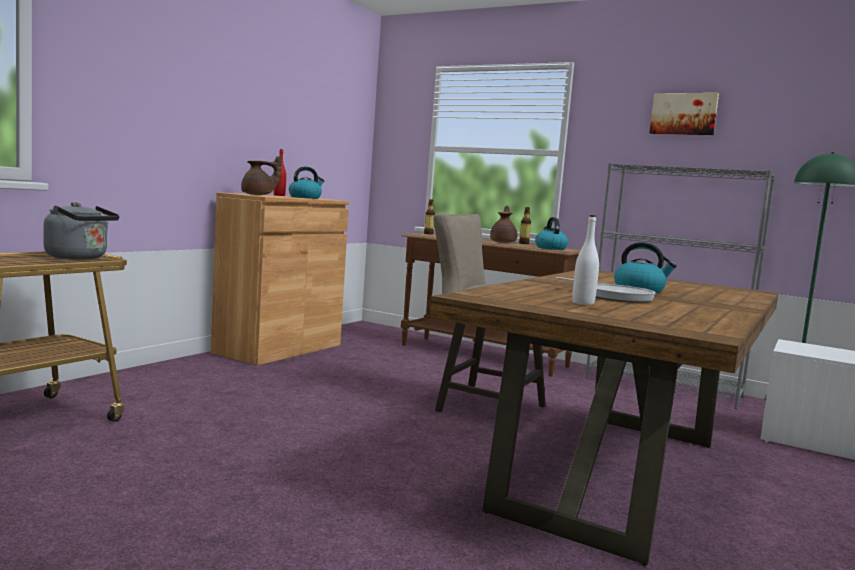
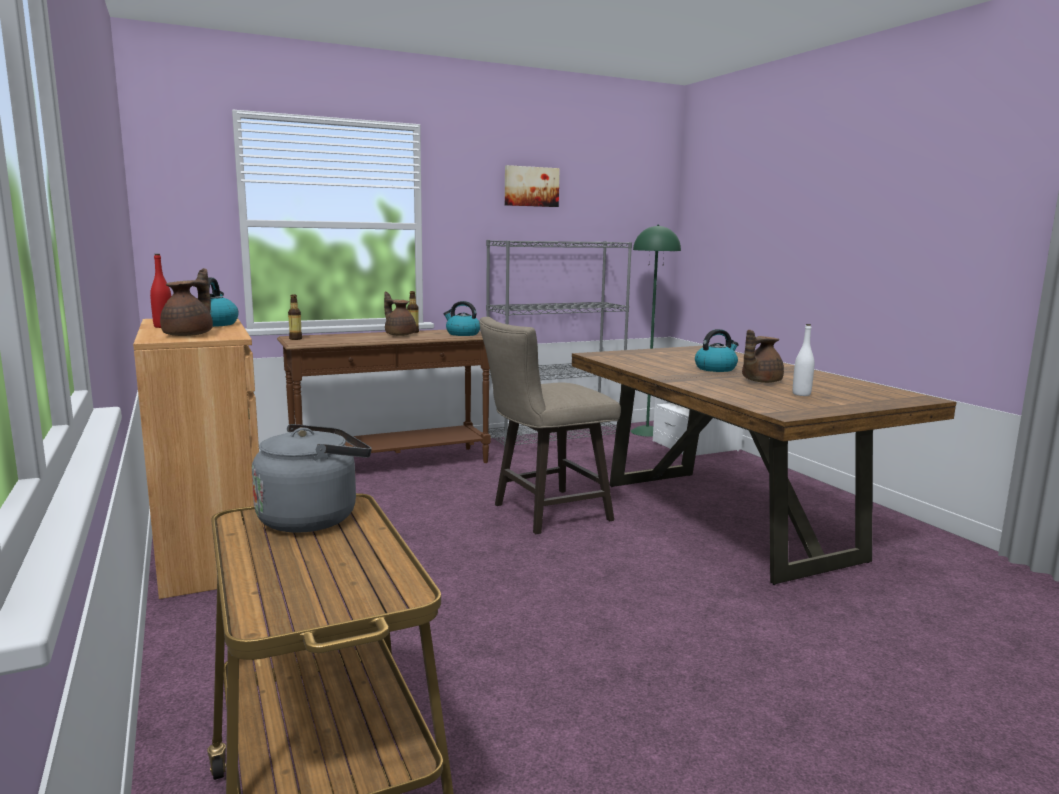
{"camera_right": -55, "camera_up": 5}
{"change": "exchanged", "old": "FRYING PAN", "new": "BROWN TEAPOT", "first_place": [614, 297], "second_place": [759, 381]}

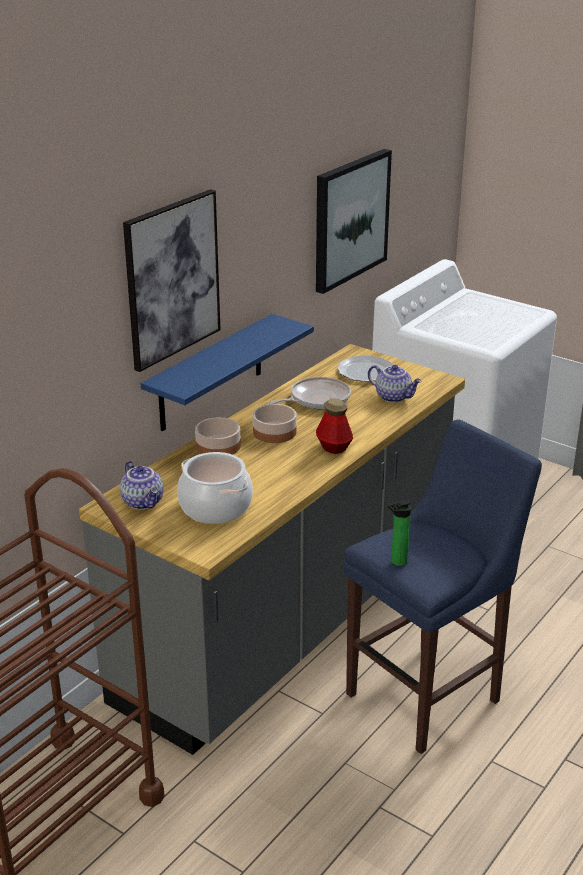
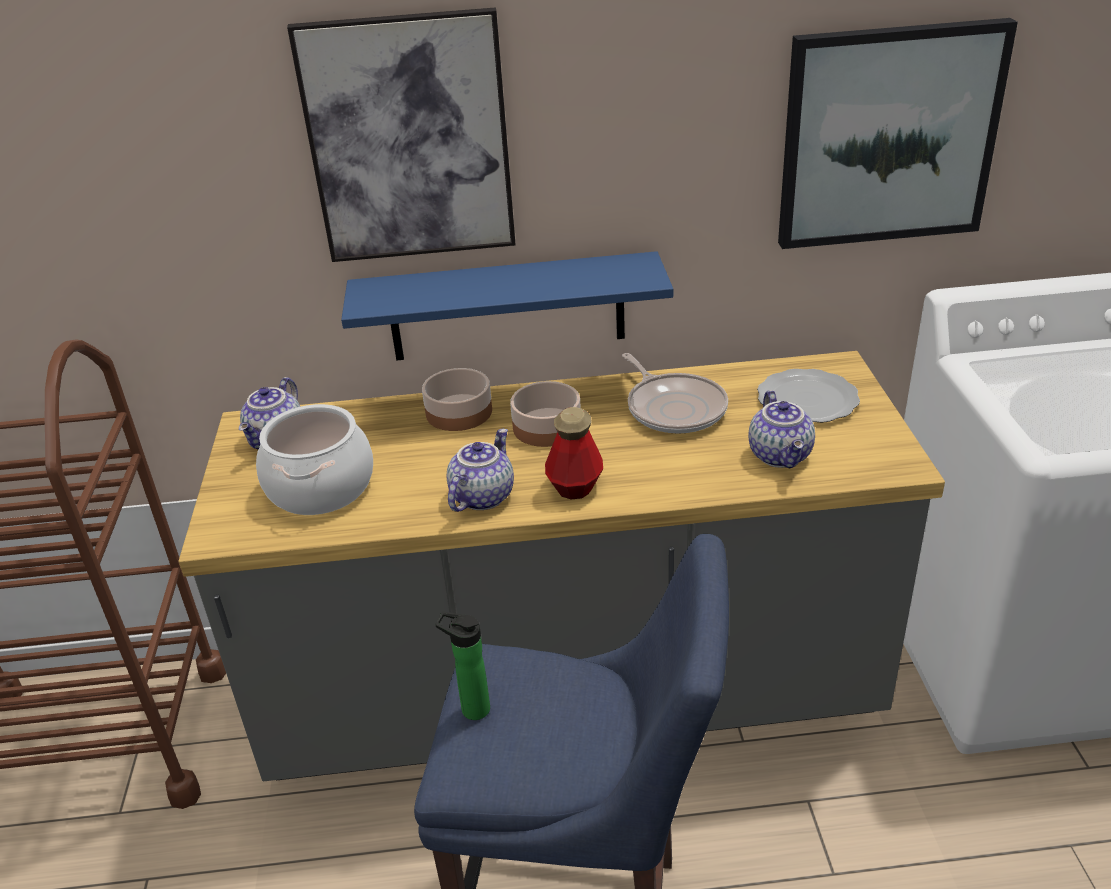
{"camera_right": 50, "camera_up": 5}
{"change": "spun", "old": "FRYING PAN", "first_place": [316, 399], "second_place": [674, 408], "degrees": 45}
{"change": "appeared", "new": "TEAPOT", "second_place": [481, 496]}

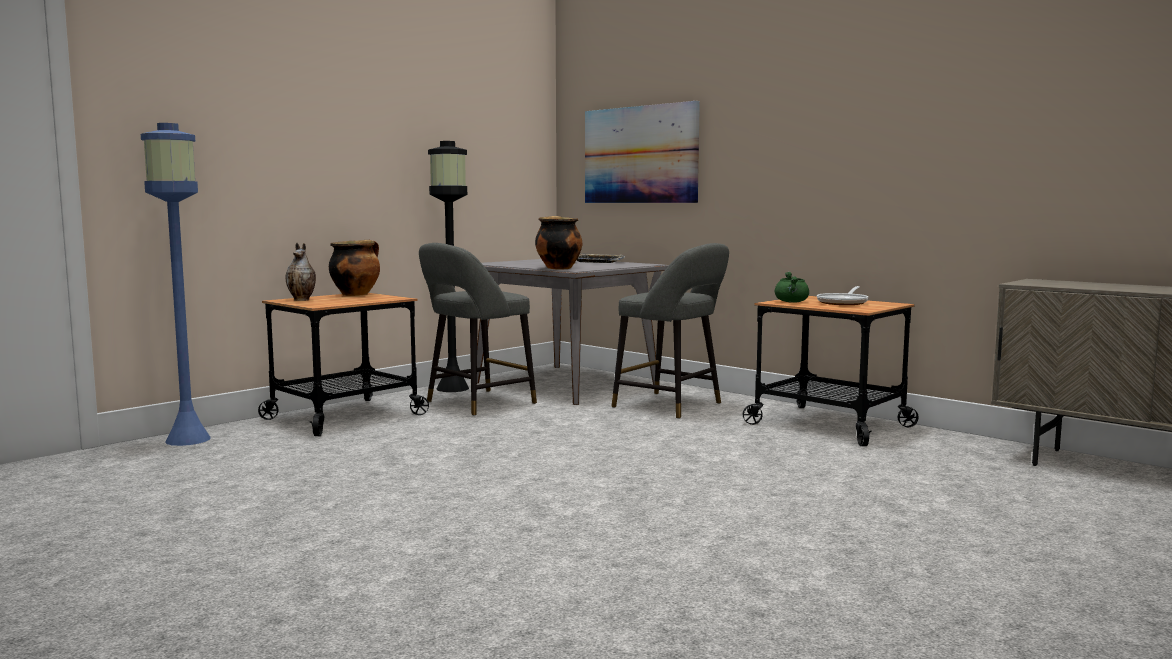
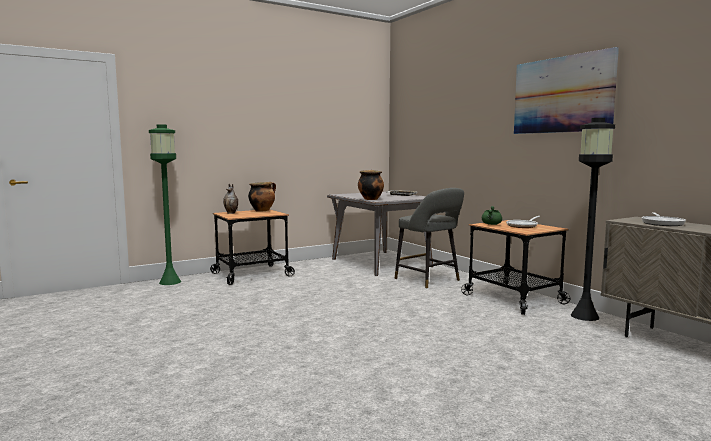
{"camera_right": 15, "camera_up": 0}
{"change": "colour", "old": "BLUE FLOOR LAMP", "new": "GREEN FLOOR LAMP", "first_place": [188, 439], "second_place": [170, 282]}
{"change": "missing", "old": "GREY STOOL", "first_place": [476, 403]}
{"change": "relocated", "old": "BLACK FLOOR LAMP", "first_place": [453, 388], "second_place": [585, 316]}
{"change": "relocated", "old": "PICTURE", "first_place": [640, 155], "second_place": [562, 95]}
{"change": "appeared", "new": "FRYING PAN", "second_place": [662, 223]}

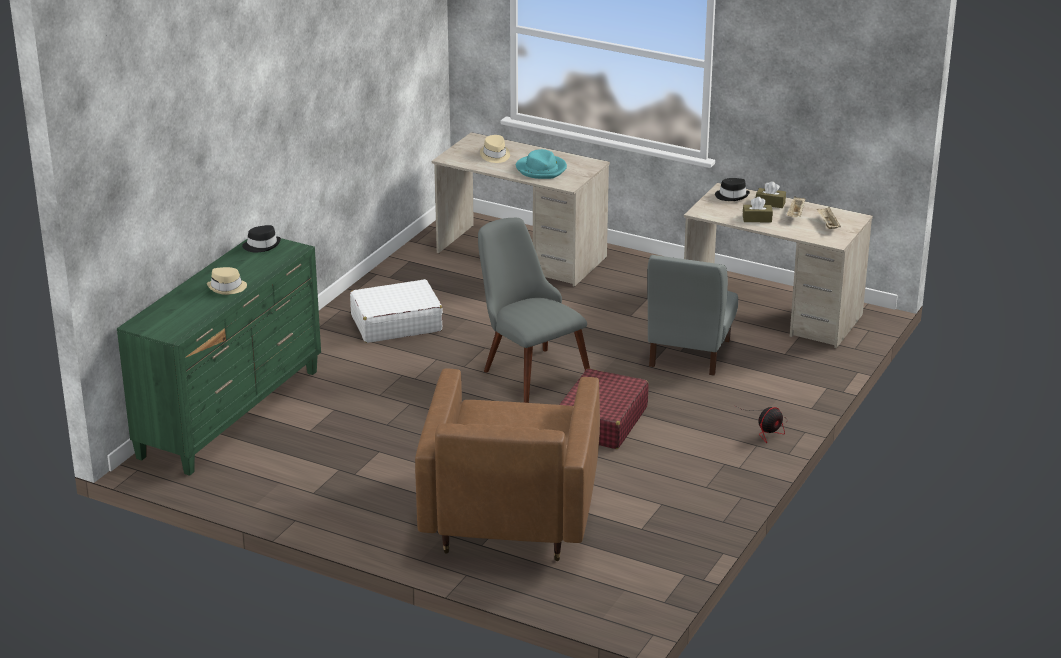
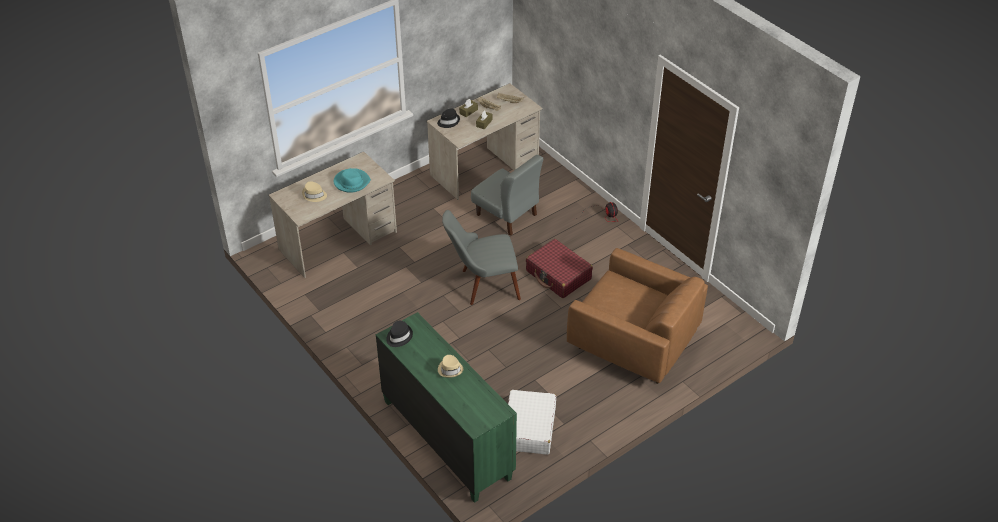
{"camera_right": -65, "camera_up": 15}
{"change": "relocated", "old": "WHITE SUITCASE", "first_place": [396, 323], "second_place": [529, 429]}

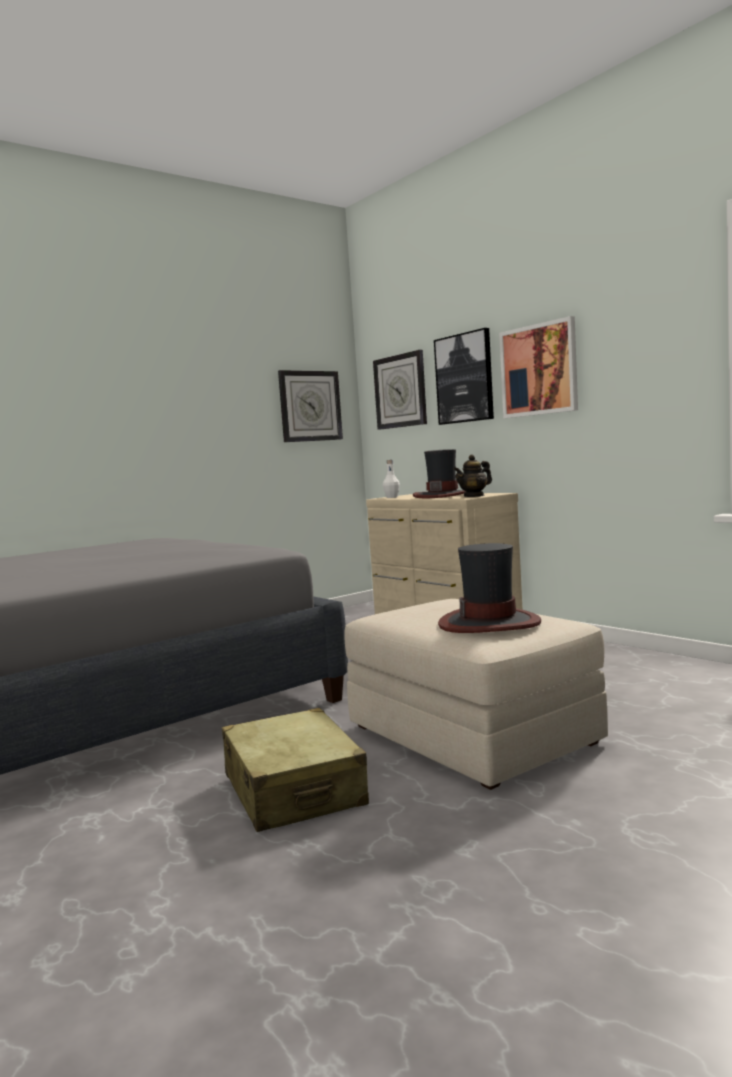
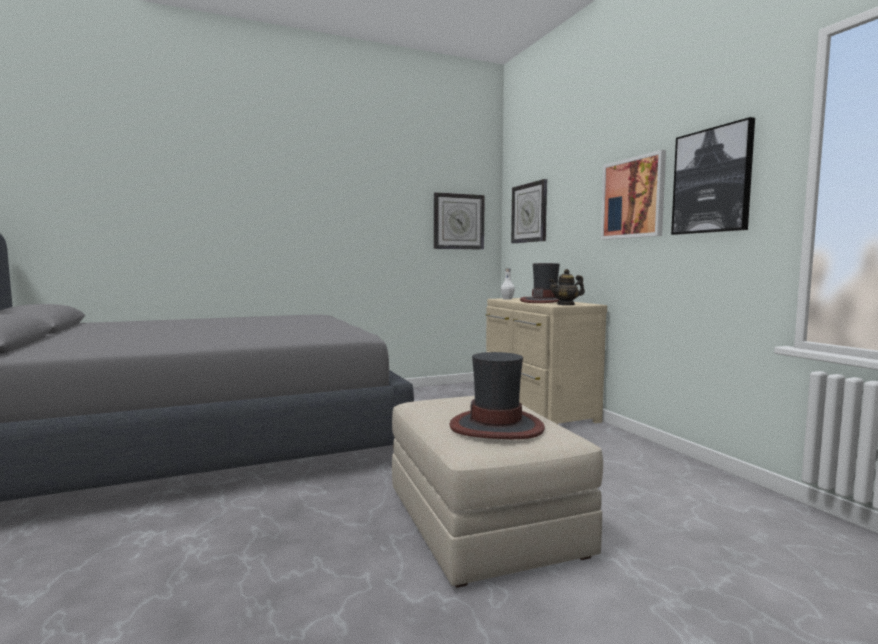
{"camera_right": 15, "camera_up": 0}
{"change": "missing", "old": "BEIGE SUITCASE", "first_place": [294, 790]}
{"change": "relocated", "old": "PICTURE", "first_place": [464, 378], "second_place": [712, 181]}

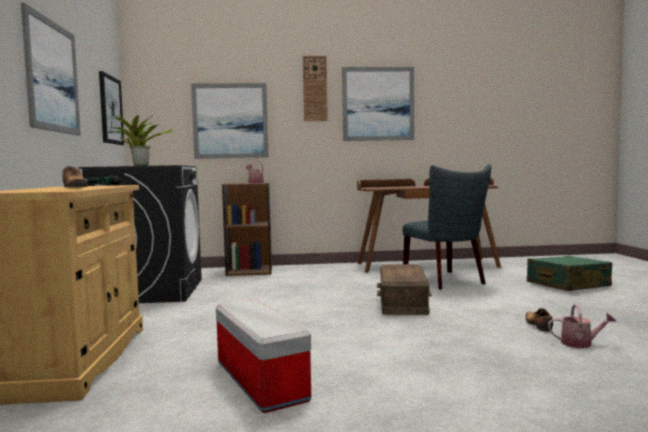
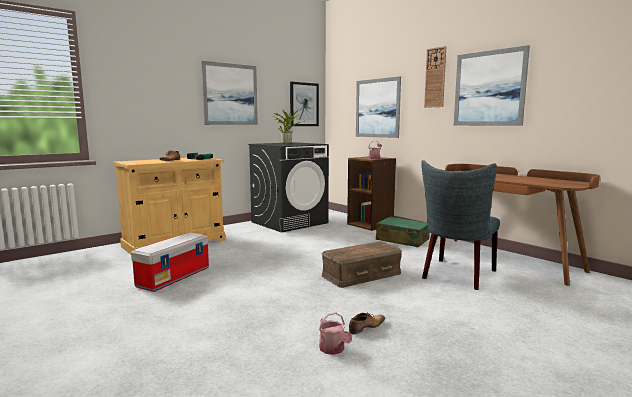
{"camera_right": 55, "camera_up": 5}
{"change": "relocated", "old": "GREEN SUITCASE", "first_place": [567, 285], "second_place": [402, 240]}

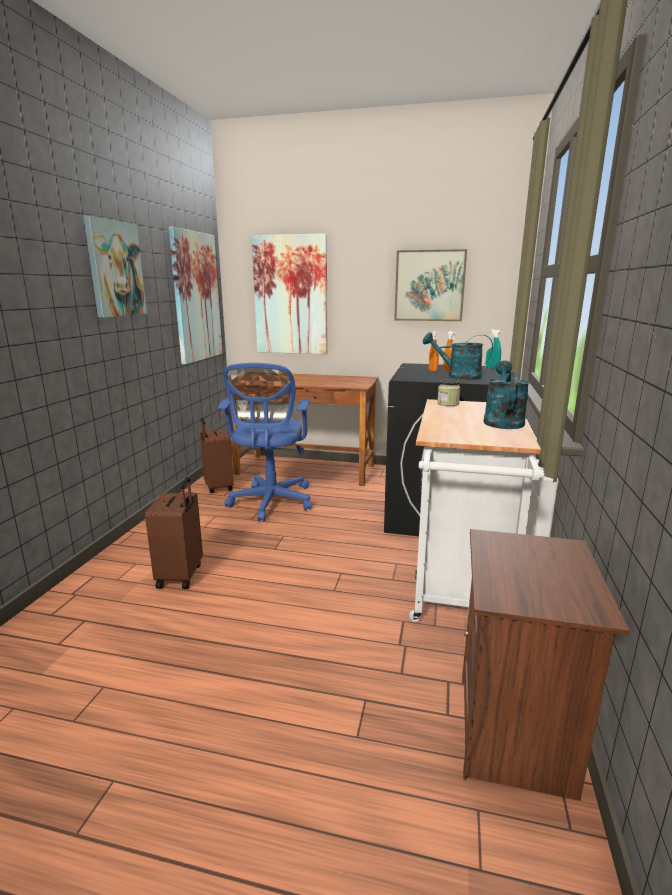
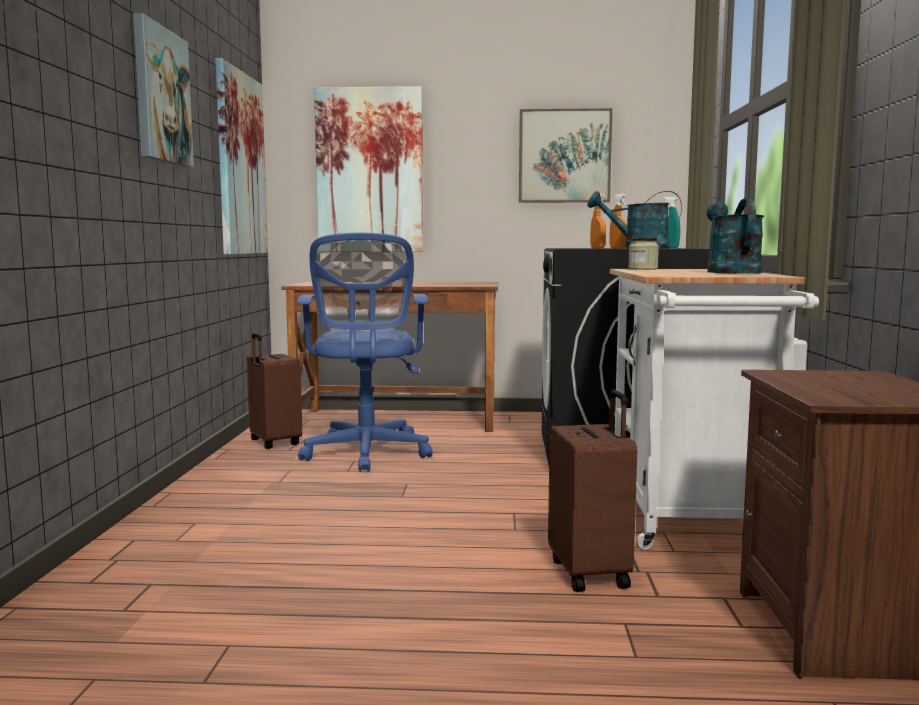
{"camera_right": -10, "camera_up": -10}
{"change": "relocated", "old": "BROWN SUITCASE", "first_place": [181, 576], "second_place": [591, 573]}

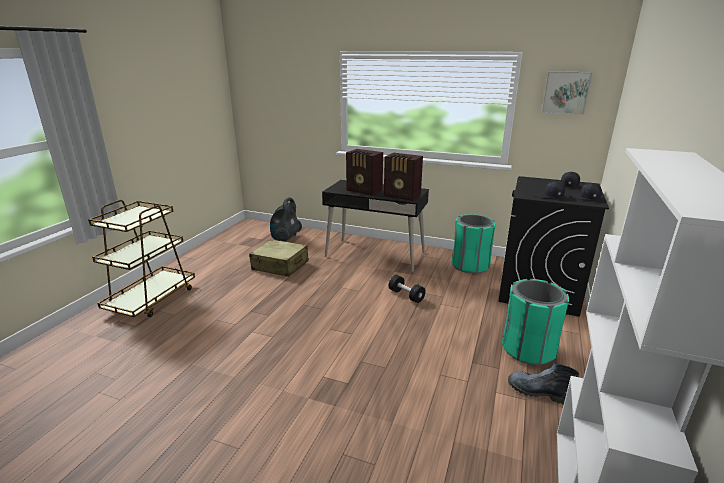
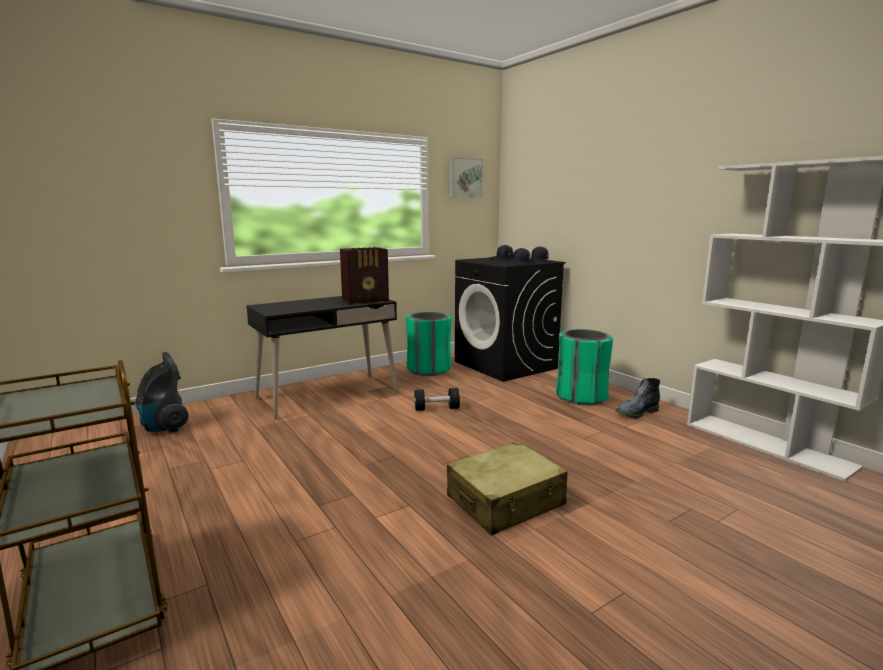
{"camera_right": -55, "camera_up": -10}
{"change": "relocated", "old": "BEIGE SUITCASE", "first_place": [280, 266], "second_place": [505, 501]}
{"change": "missing", "old": "RADIO", "first_place": [364, 191]}

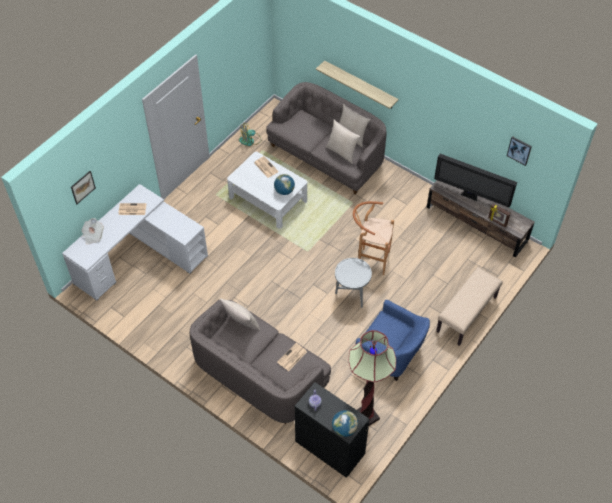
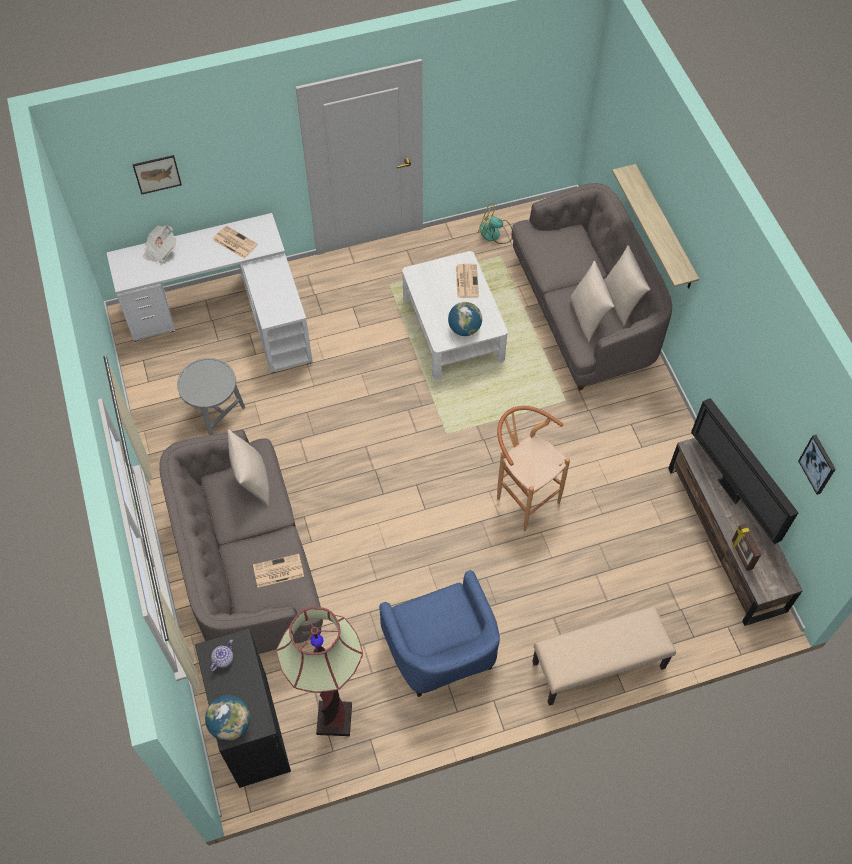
{"camera_right": 35, "camera_up": 5}
{"change": "relocated", "old": "GREY SIDE TABLE", "first_place": [351, 294], "second_place": [216, 414]}

